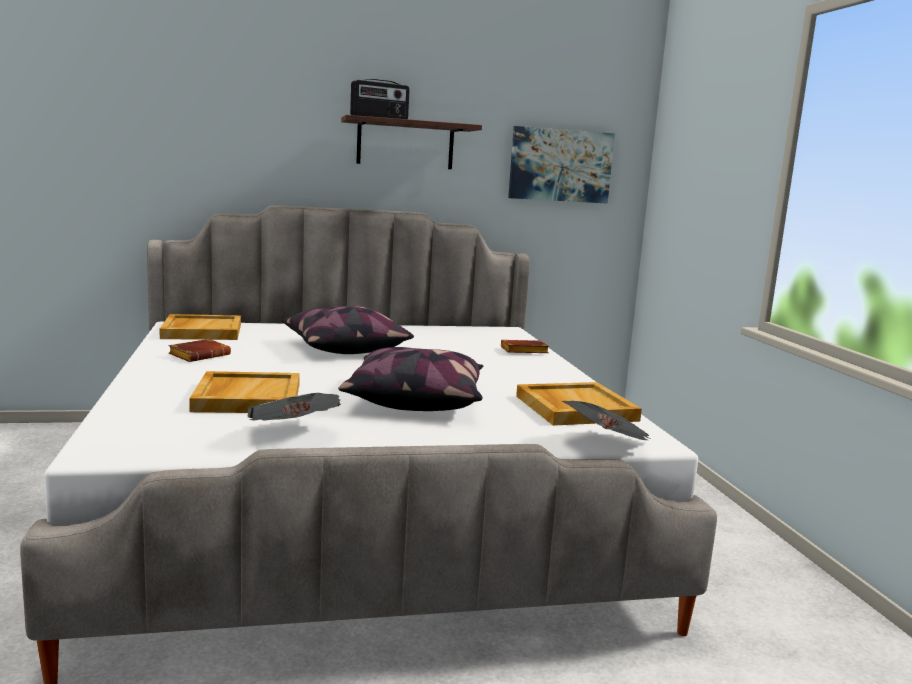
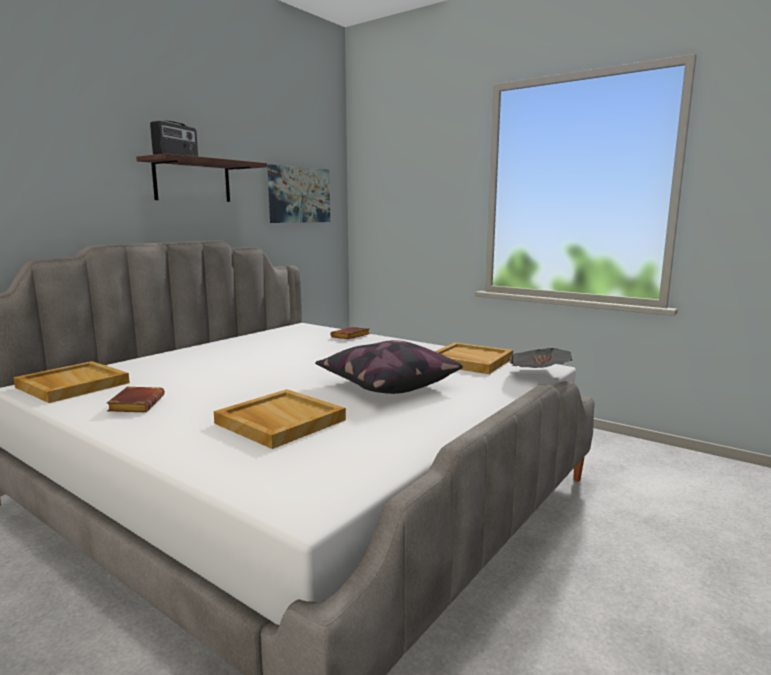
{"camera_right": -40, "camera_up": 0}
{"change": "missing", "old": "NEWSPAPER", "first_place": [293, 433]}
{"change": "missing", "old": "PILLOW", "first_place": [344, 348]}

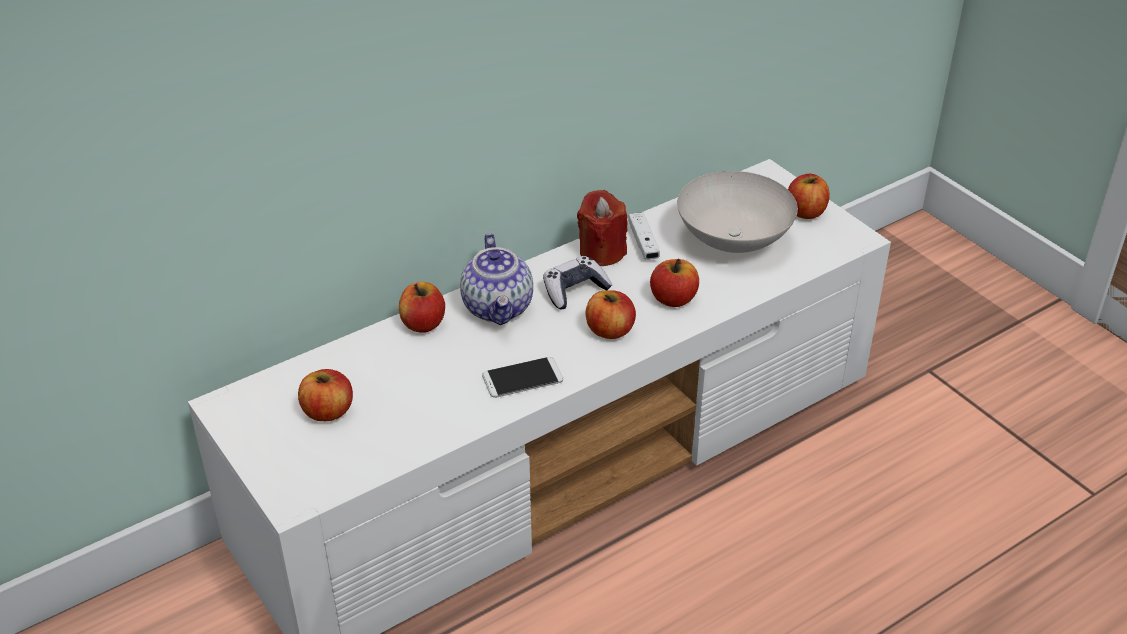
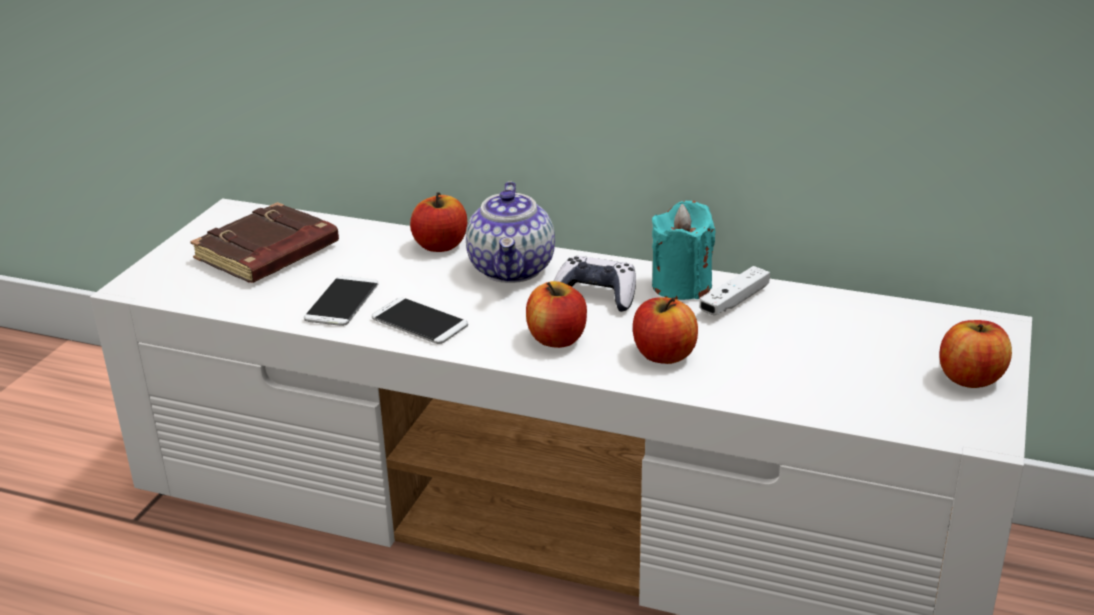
{"camera_right": 55, "camera_up": -10}
{"change": "exchanged", "old": "APPLE", "new": "BROWN BOOK", "first_place": [328, 411], "second_place": [267, 254]}
{"change": "spun", "old": "TEAPOT", "first_place": [499, 308], "second_place": [513, 269], "degrees": -45}
{"change": "colour", "old": "RED CANDLE", "new": "TURQUOISE CANDLE", "first_place": [602, 252], "second_place": [681, 286]}
{"change": "missing", "old": "WHITE BOWL", "first_place": [735, 240]}
{"change": "appeared", "new": "PHONE", "second_place": [342, 302]}

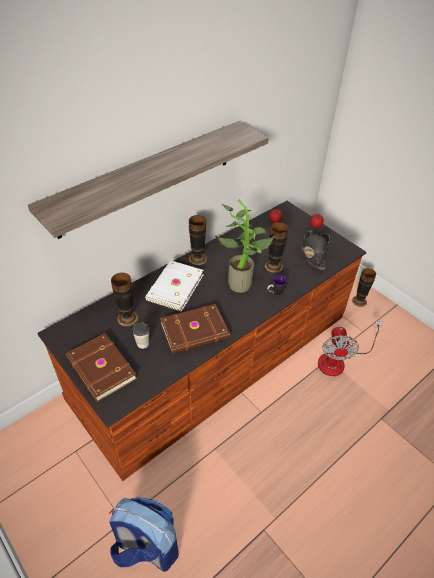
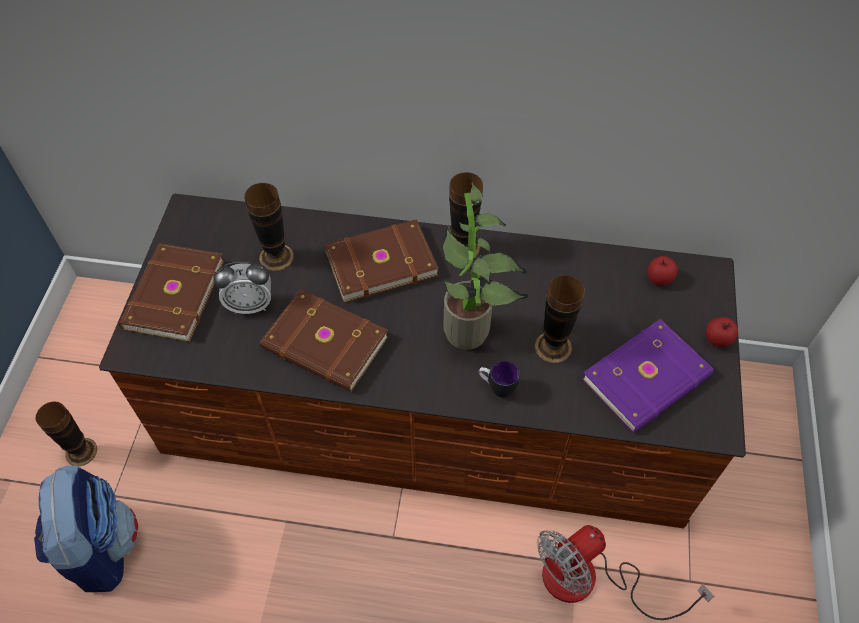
{"camera_right": 50, "camera_up": 10}
{"change": "missing", "old": "SHELF", "first_place": [147, 178]}
{"change": "exchanged", "old": "CUP", "new": "ALARM CLOCK", "first_place": [142, 343], "second_place": [250, 305]}
{"change": "colour", "old": "WHITE BOOK", "new": "BROWN BOOK", "first_place": [174, 287], "second_place": [380, 262]}
{"change": "exchanged", "old": "BLACK HAT", "new": "PURPLE BOOK", "first_place": [314, 252], "second_place": [648, 379]}
{"change": "relocated", "old": "VASE", "first_place": [359, 301], "second_place": [81, 451]}

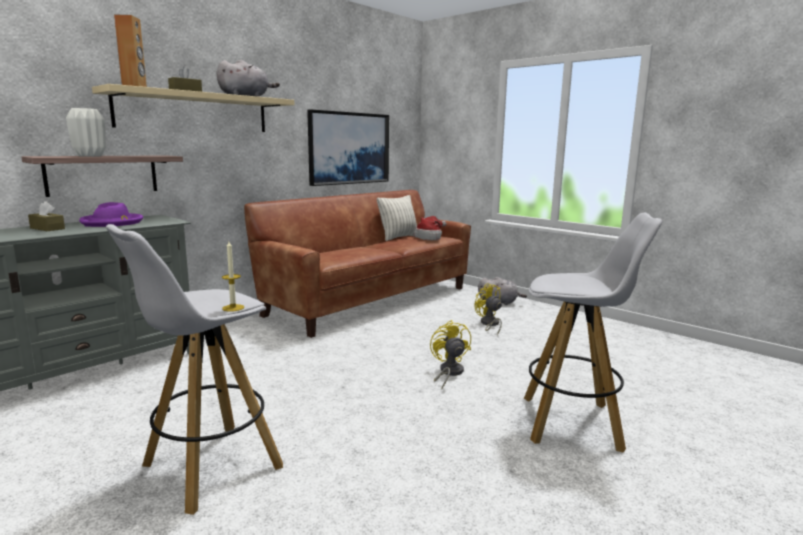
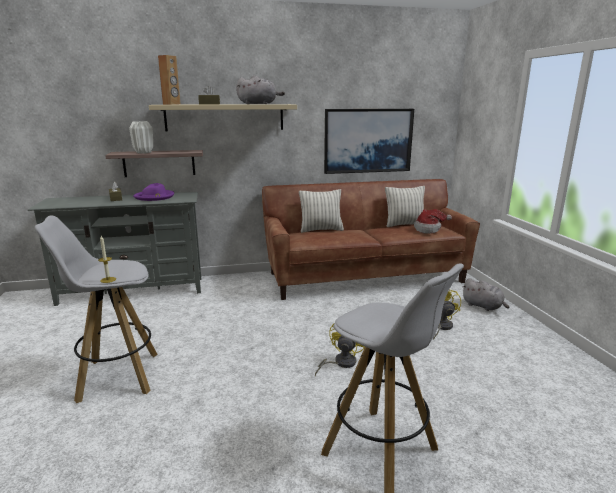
{"camera_right": 35, "camera_up": 5}
{"change": "appeared", "new": "PILLOW", "second_place": [321, 230]}

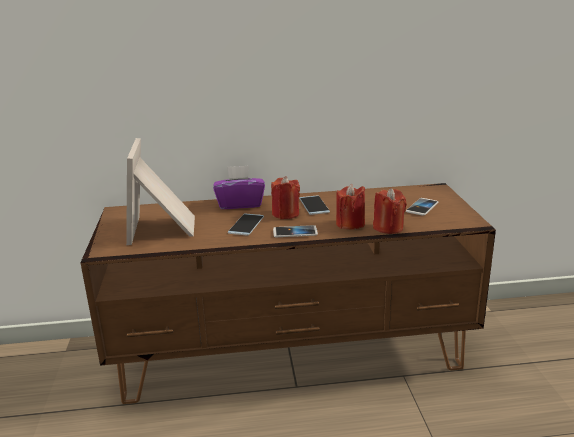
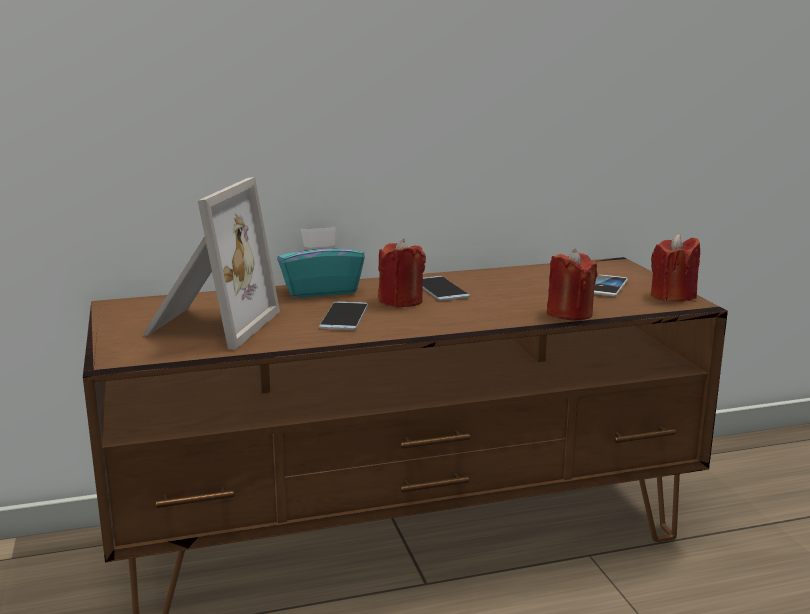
{"camera_right": -10, "camera_up": -5}
{"change": "spun", "old": "PICTURE FRAME", "first_place": [164, 228], "second_place": [208, 325], "degrees": -150}
{"change": "colour", "old": "PURPLE TISSUE BOX", "new": "TURQUOISE TISSUE BOX", "first_place": [240, 204], "second_place": [321, 290]}
{"change": "missing", "old": "PHONE", "first_place": [295, 232]}
{"change": "relocated", "old": "RED CANDLE", "first_place": [350, 224], "second_place": [672, 296]}

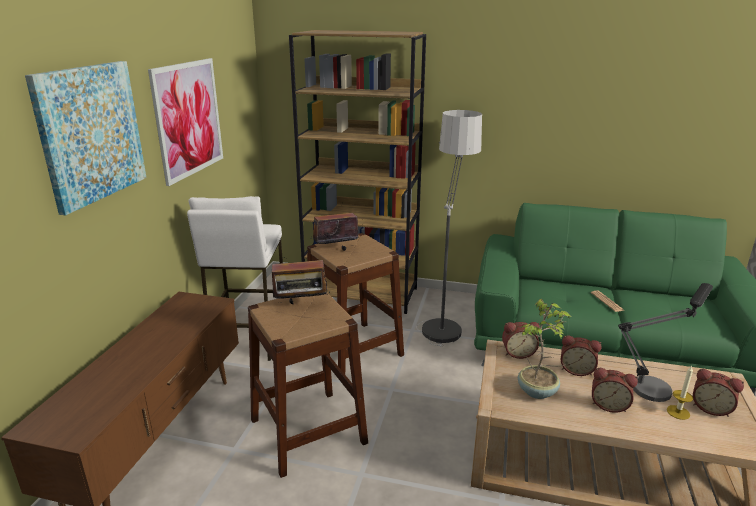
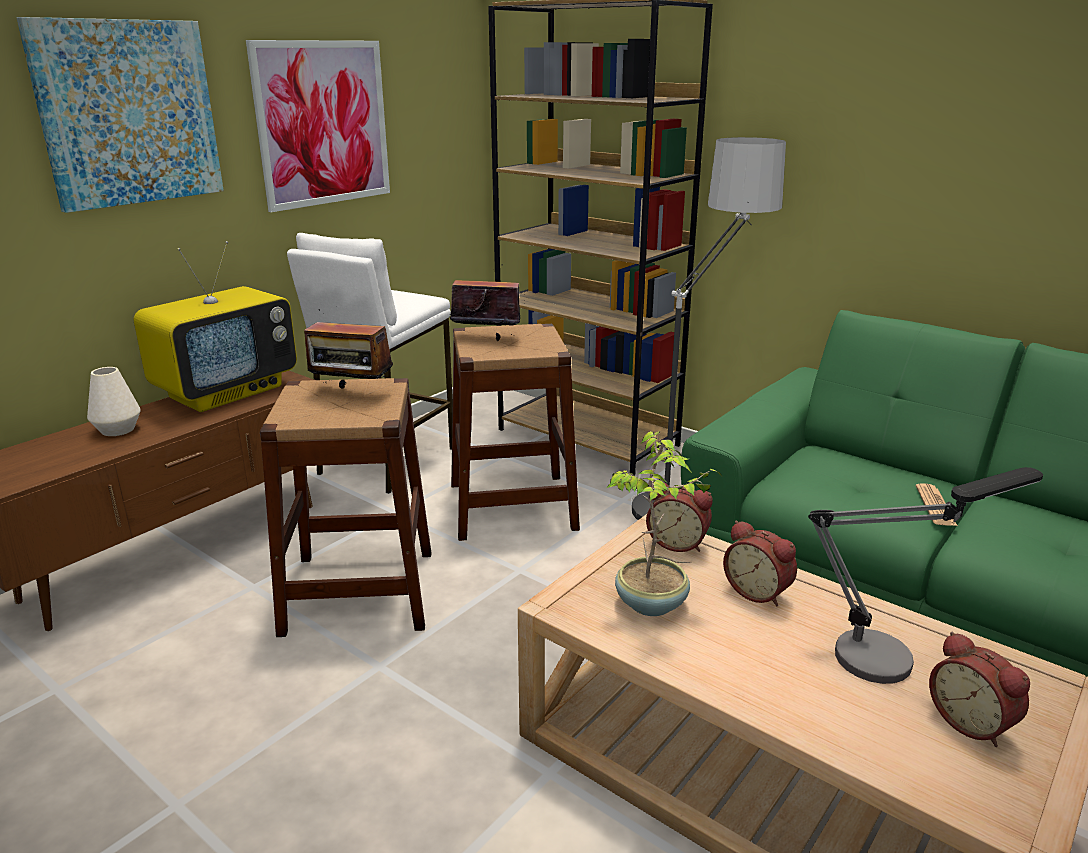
{"camera_right": 25, "camera_up": 0}
{"change": "missing", "old": "ALARM CLOCK", "first_place": [609, 404]}
{"change": "missing", "old": "CANDLE", "first_place": [678, 412]}
{"change": "appeared", "new": "WHITE VASE", "second_place": [118, 430]}
{"change": "appeared", "new": "TELEVISION", "second_place": [227, 391]}

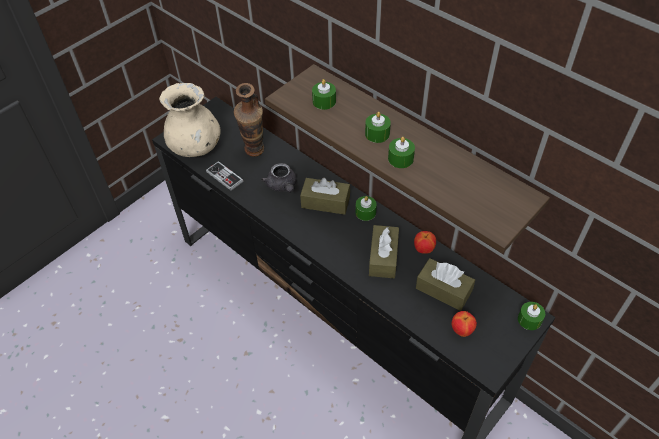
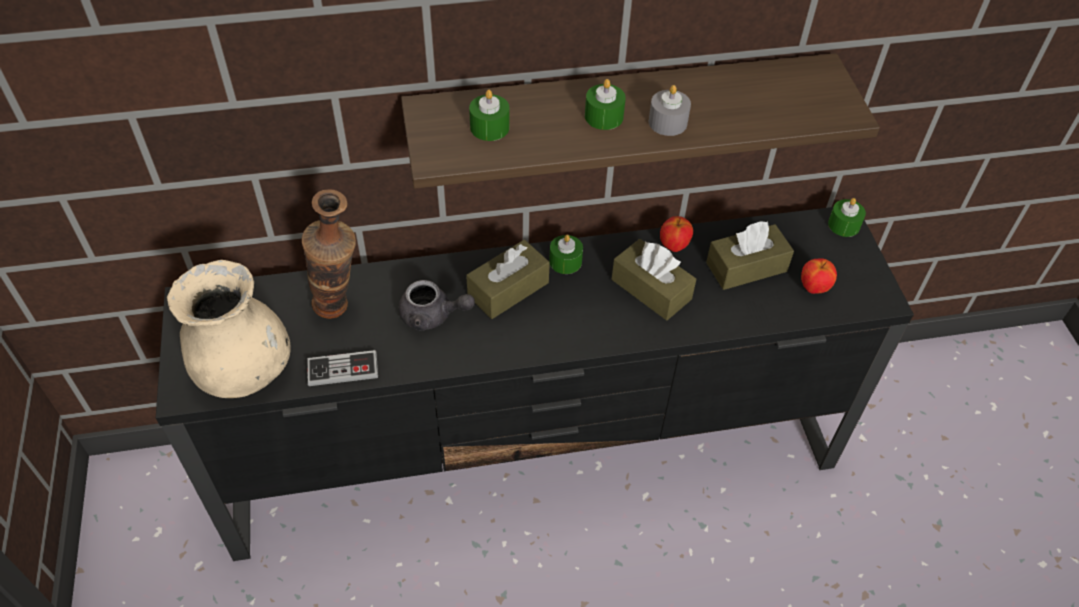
{"camera_right": -55, "camera_up": 0}
{"change": "colour", "old": "GREEN CANDLE", "new": "GREY CANDLE", "first_place": [400, 159], "second_place": [667, 122]}

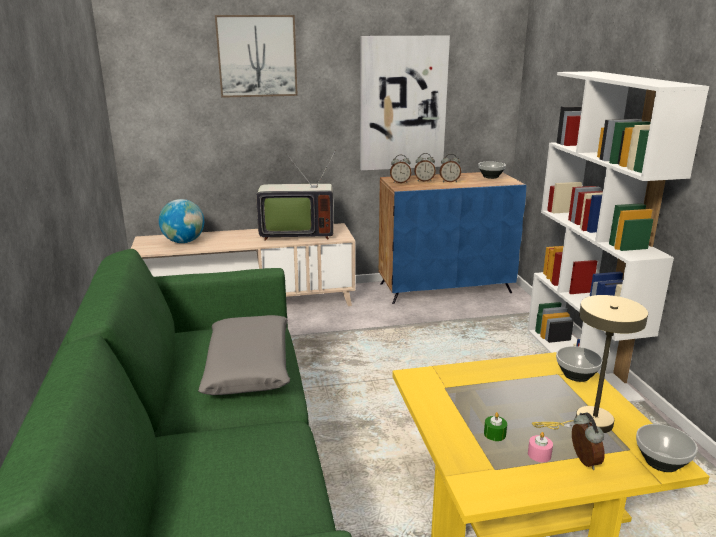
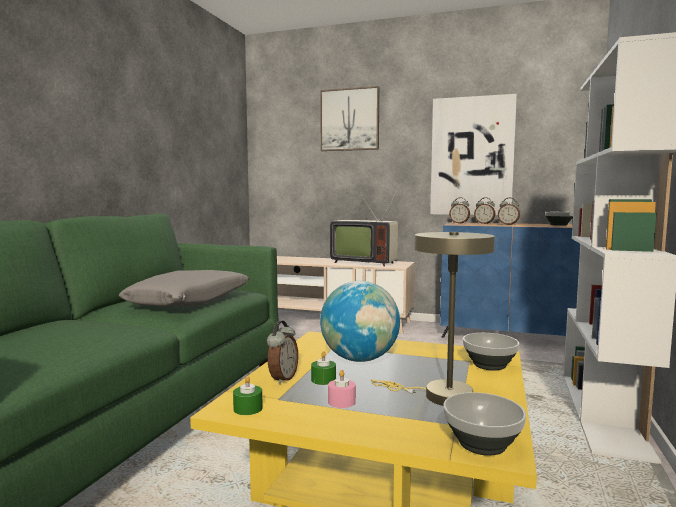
{"camera_right": 30, "camera_up": -15}
{"change": "relocated", "old": "GLOBE", "first_place": [184, 242], "second_place": [360, 359]}
{"change": "relocated", "old": "ALARM CLOCK", "first_place": [583, 461], "second_place": [282, 379]}
{"change": "appeared", "new": "GREEN CANDLE", "second_place": [248, 408]}

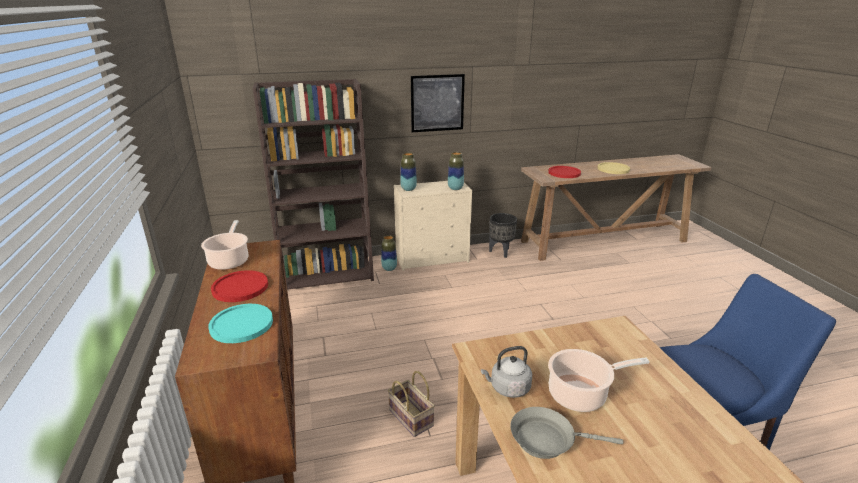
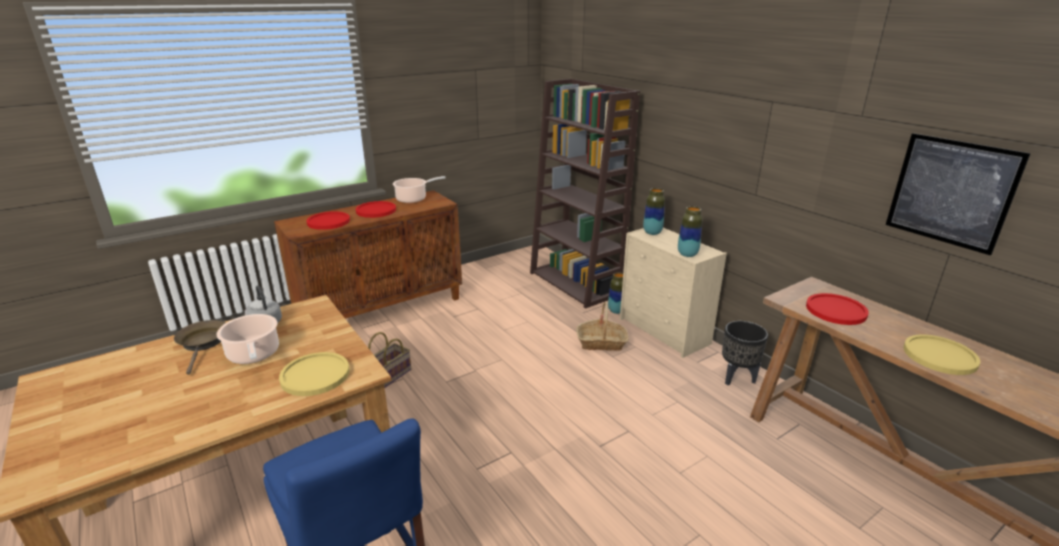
{"camera_right": 70, "camera_up": 0}
{"change": "colour", "old": "TURQUOISE PLATE", "new": "RED PLATE", "first_place": [241, 324], "second_place": [328, 222]}
{"change": "relocated", "old": "PICTURE", "first_place": [437, 103], "second_place": [951, 192]}
{"change": "colour", "old": "GREY FRYING PAN", "new": "BROWN FRYING PAN", "first_place": [547, 439], "second_place": [203, 343]}
{"change": "appeared", "new": "YELLOW PLATE", "second_place": [315, 375]}
{"change": "appeared", "new": "BASKET", "second_place": [601, 342]}

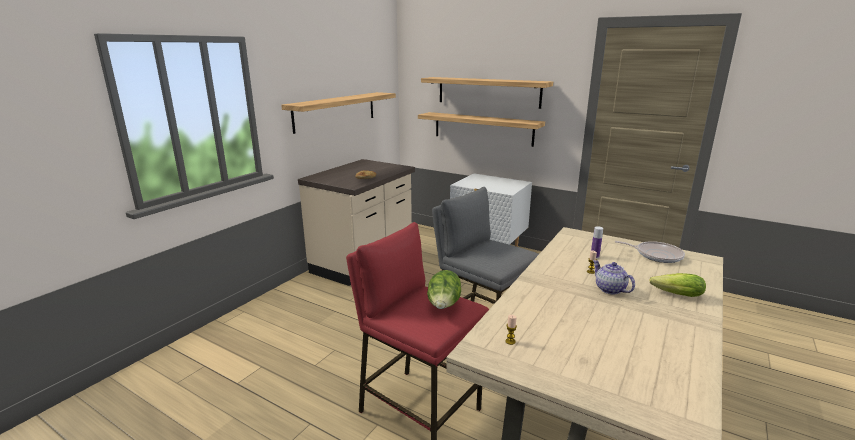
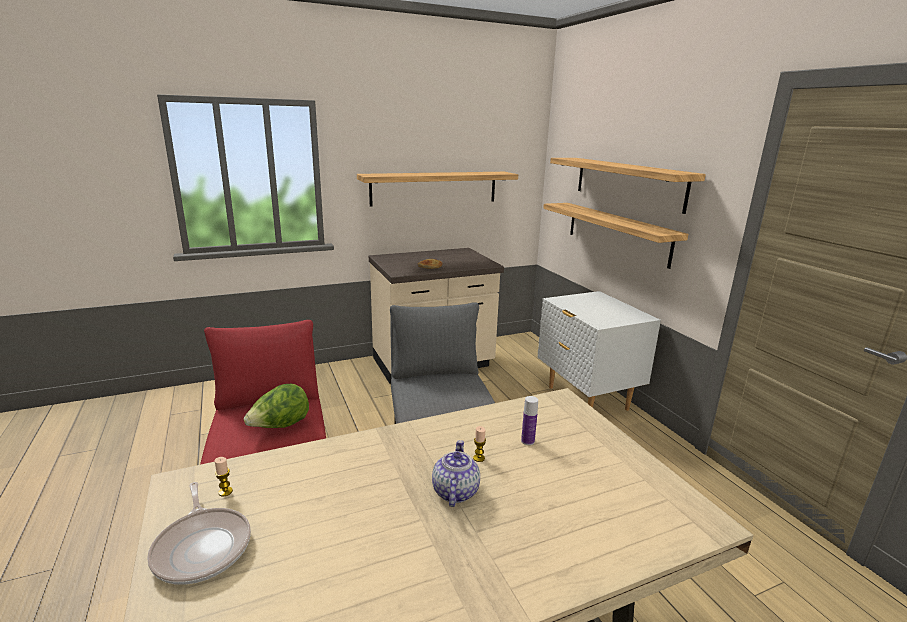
{"camera_right": 35, "camera_up": 0}
{"change": "relocated", "old": "FRYING PAN", "first_place": [656, 255], "second_place": [203, 547]}
{"change": "missing", "old": "LETTUCE", "first_place": [674, 294]}

